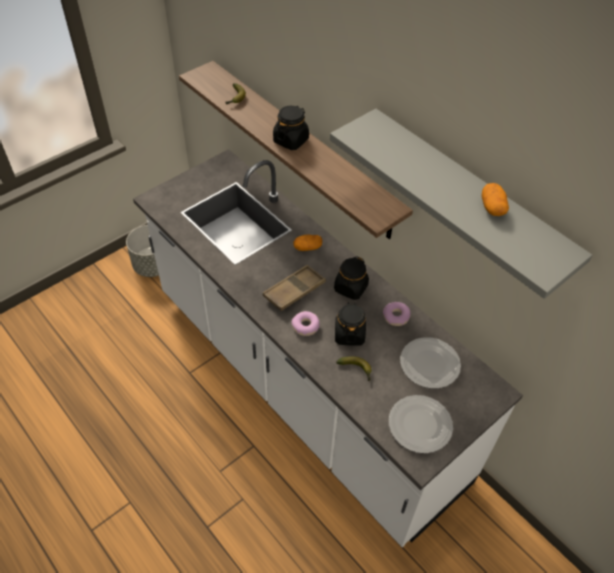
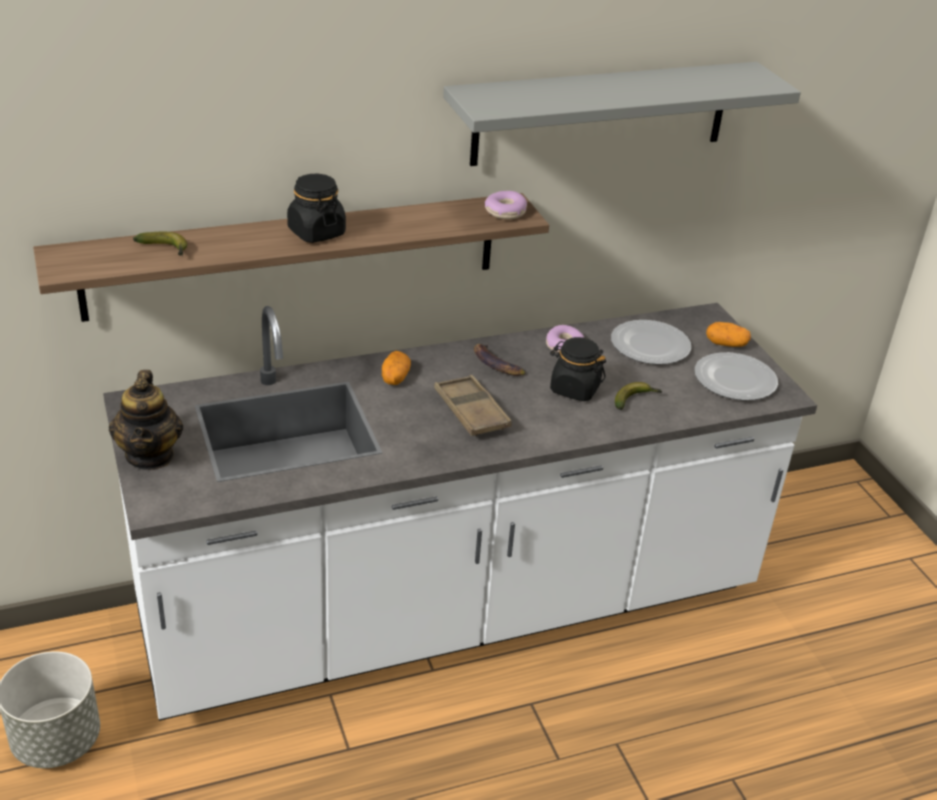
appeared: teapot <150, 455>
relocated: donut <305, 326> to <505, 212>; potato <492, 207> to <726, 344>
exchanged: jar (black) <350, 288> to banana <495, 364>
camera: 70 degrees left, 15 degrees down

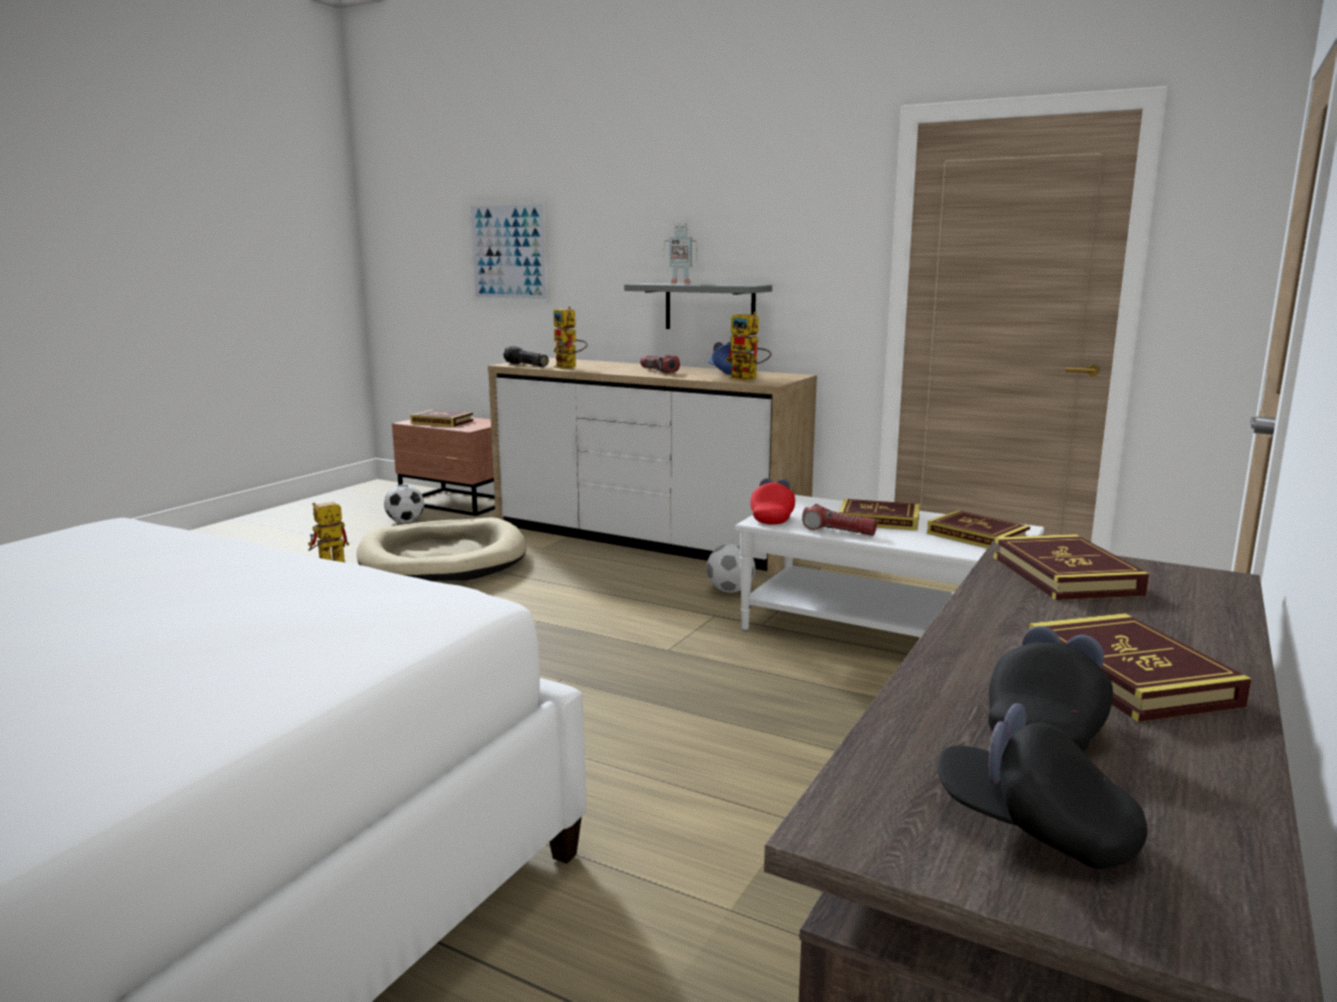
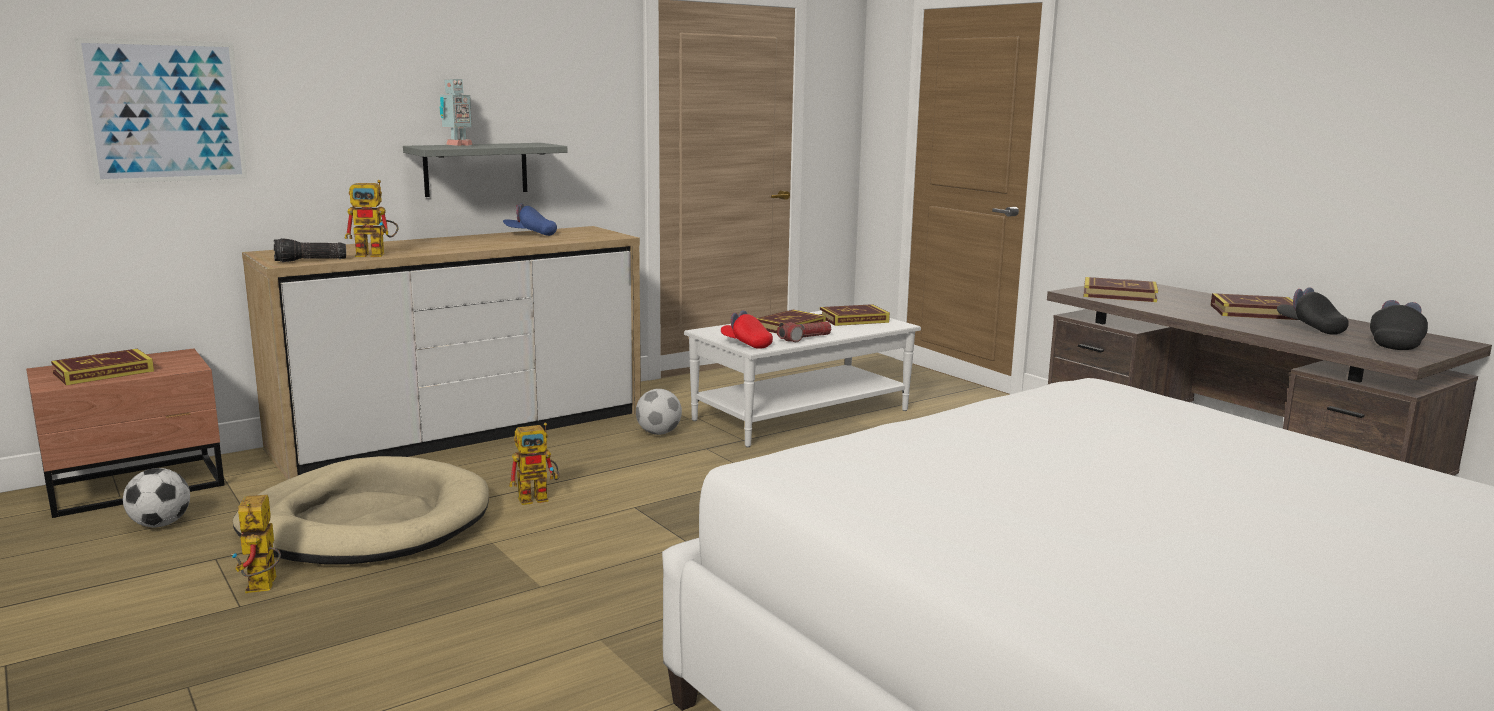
missing: flashlight <658, 371>
relocated: toy robot <749, 379> to <539, 497>
spun: cap (black) <1034, 828> = <1395, 343> 150 degrees clockwise
camera: 65 degrees left, 0 degrees up

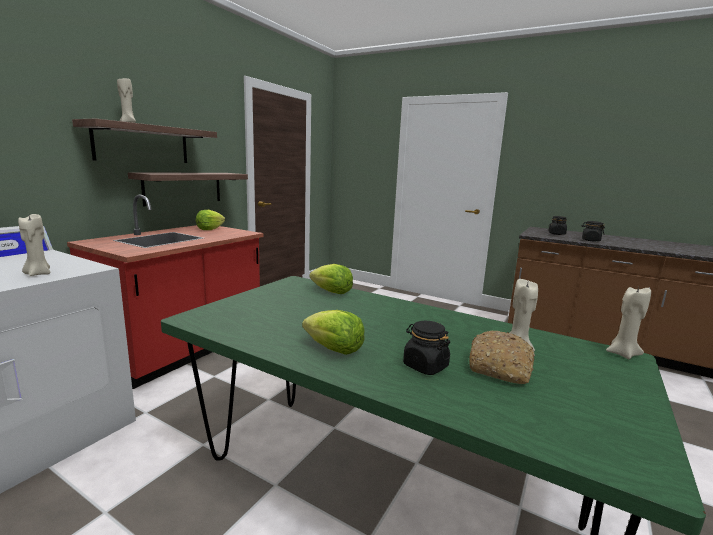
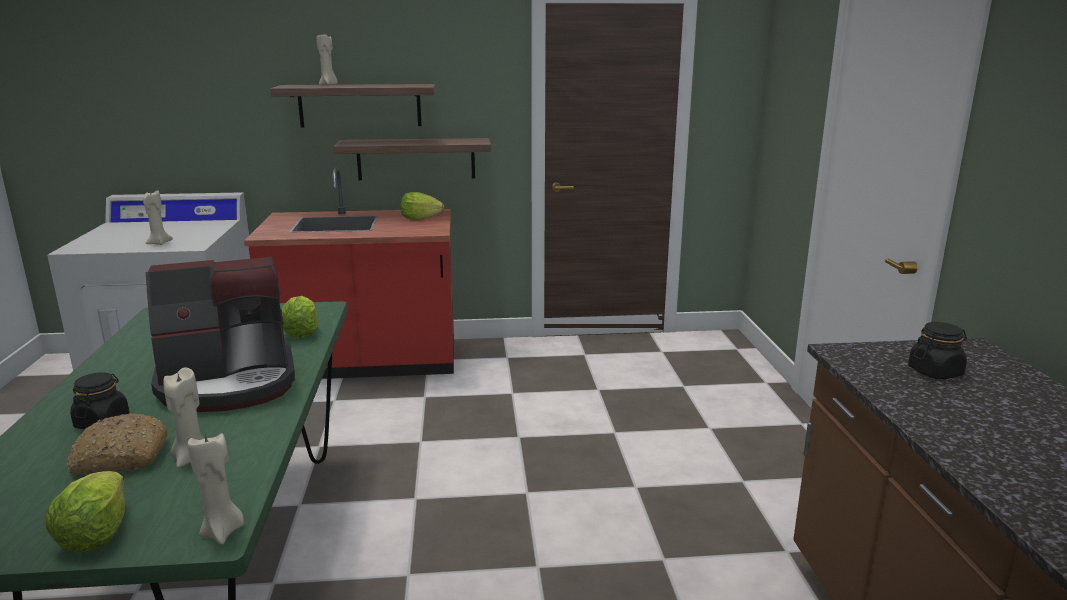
missing: jar (black) <590, 240>
appeared: coffee machine <229, 383>
relocated: lettuce <333, 349> to <96, 533>
camera: 55 degrees right, 5 degrees up

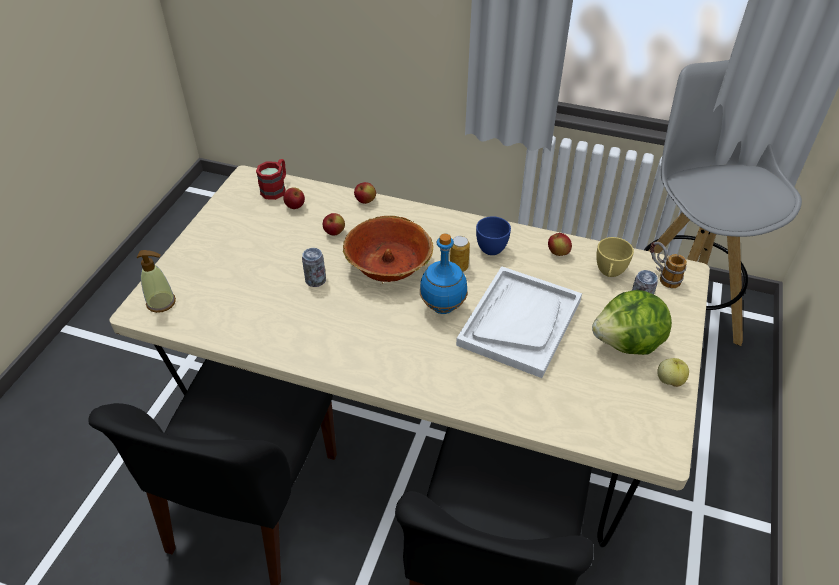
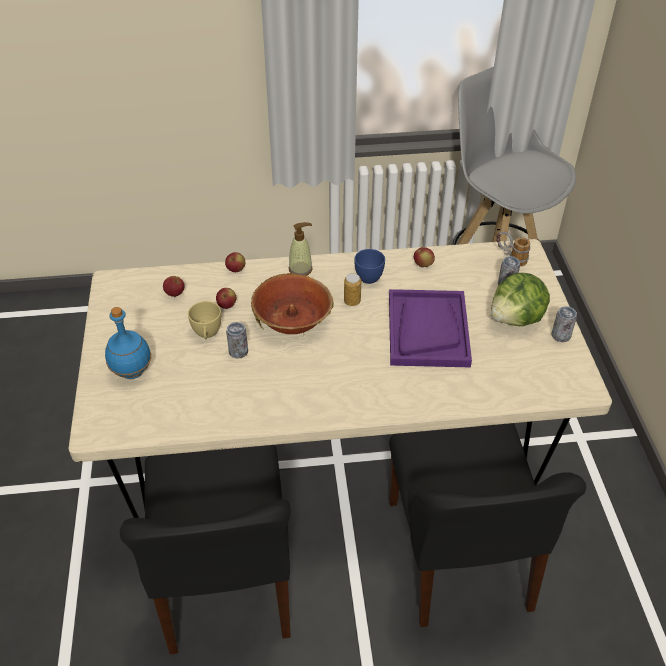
missing: mug (red) <276, 188>
relocated: soap dispenser <161, 302> to <300, 269>; bottle (blue) <442, 307> to <131, 372>; cup (yellow) <609, 273> to <207, 334>
exchanged: apple <669, 380> to can <560, 336>
colour: tray (white) <519, 322> to tray (purple) <427, 330>
camera: 25 degrees left, 0 degrees up

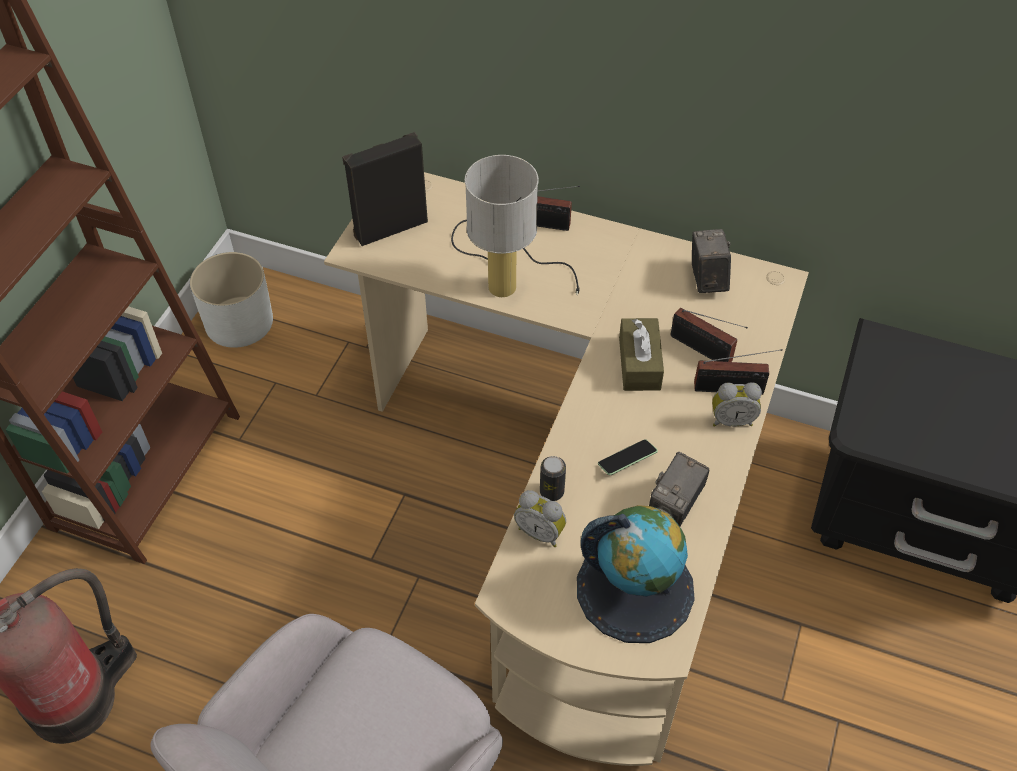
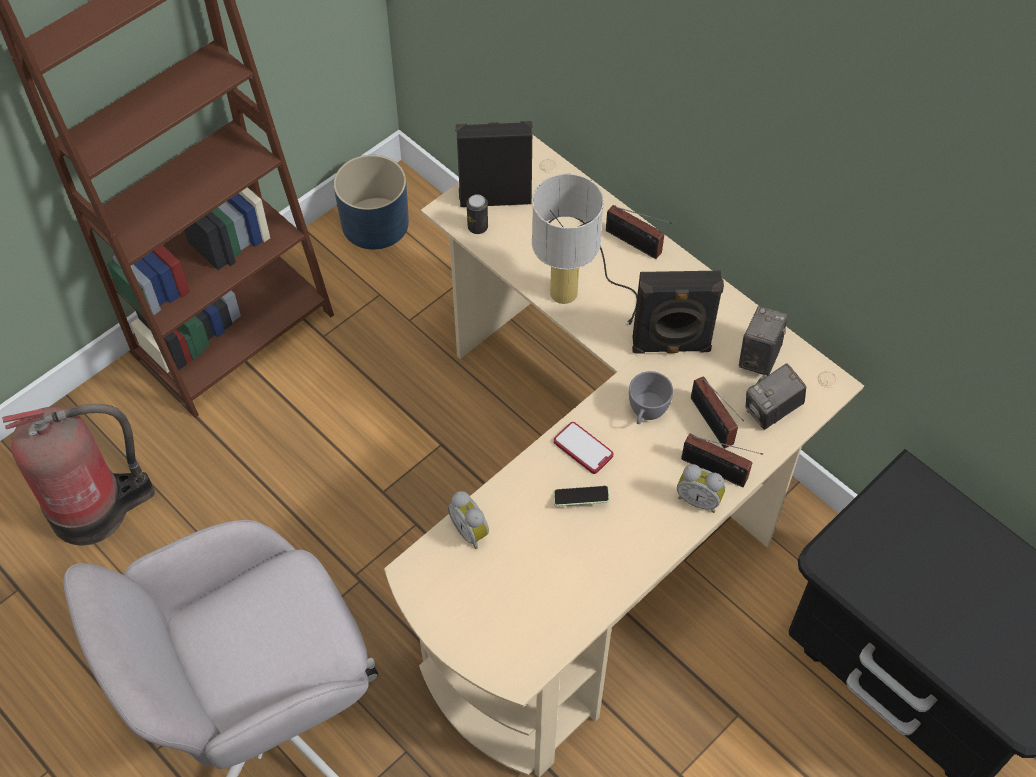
missing: globe <635, 588>
appeared: phone <583, 449>; speaker (black) <671, 347>
relocated: can <552, 491> to <477, 227>; photo camera <674, 507> to <771, 411>
exchanged: tissue box (brown) <639, 363> to cup (grey) <646, 413>
colour: planter (white) <239, 321> to planter (blue) <376, 223>
camera: 25 degrees right, 5 degrees up

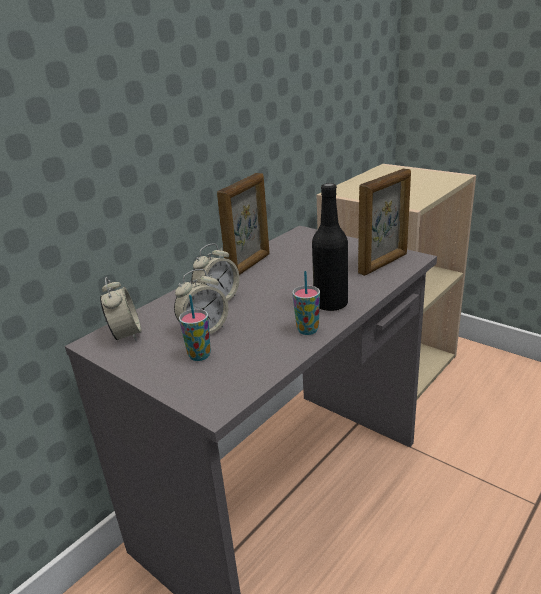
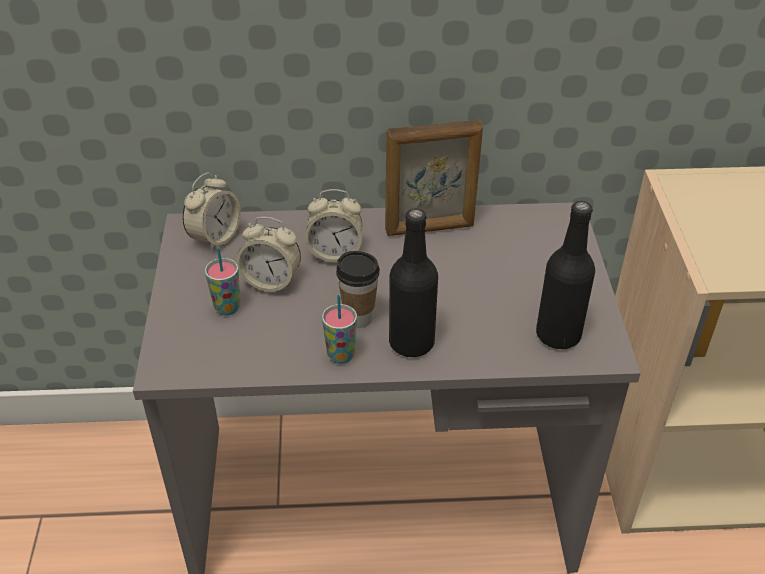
appeared: cup <358, 317>
exchanged: picture frame <384, 264> to bottle (black) <558, 335>
camera: 45 degrees right, 15 degrees up

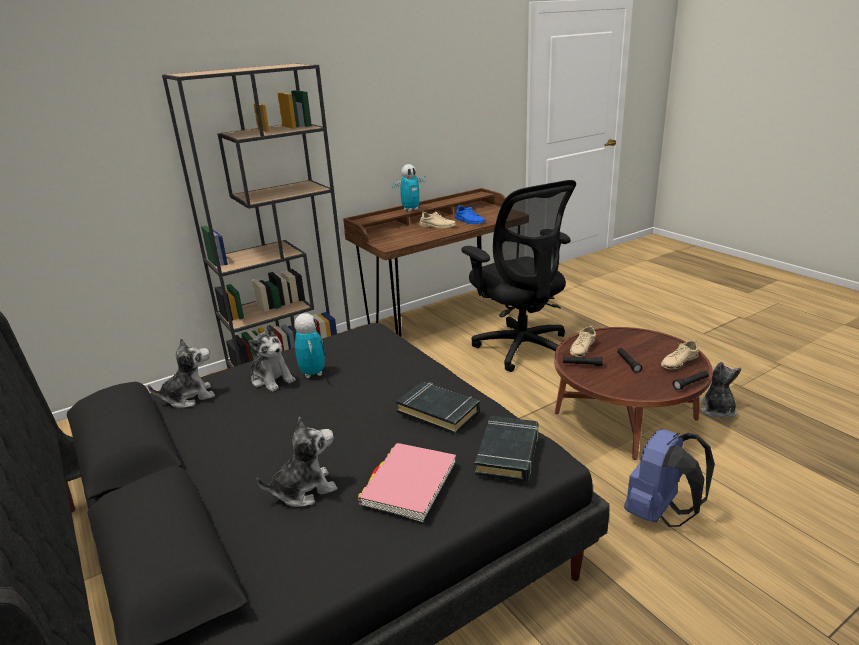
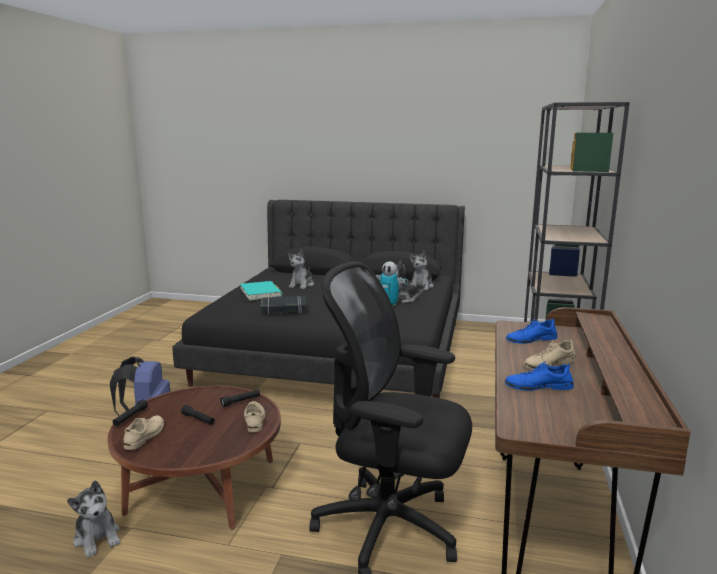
missing: toy robot <411, 209>; book (black) <508, 453>
appeared: shoe (blue) <531, 340>
colour: book (pink) <409, 484> to book (turquoise) <260, 293>
camera: 135 degrees right, 10 degrees down

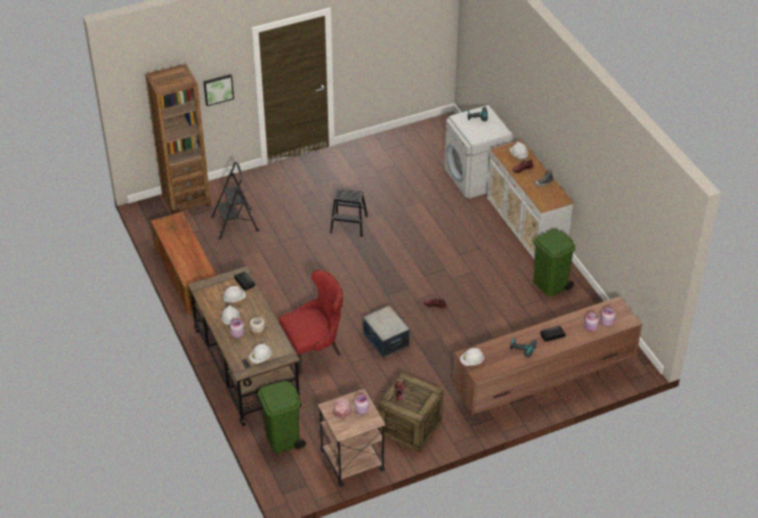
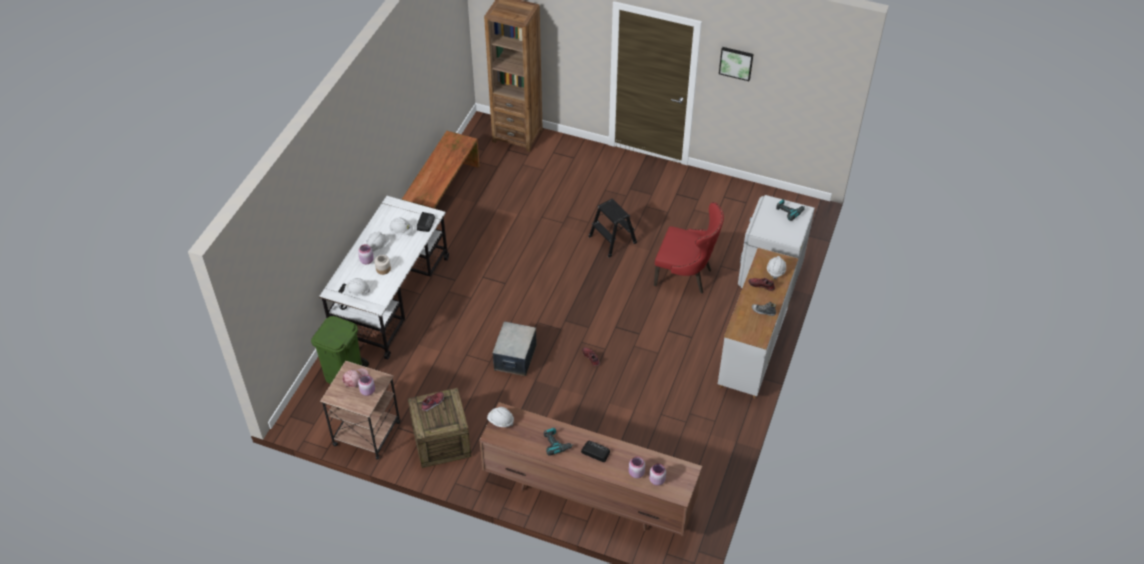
missing: step ladder (black) <236, 223>; trash can (green) <550, 284>
relocated: picture <218, 89> to <736, 63>; chair (red) <314, 351> to <685, 276>
colour: desk (brown) <246, 367> to desk (white) <391, 298>
camera: 45 degrees right, 5 degrees up

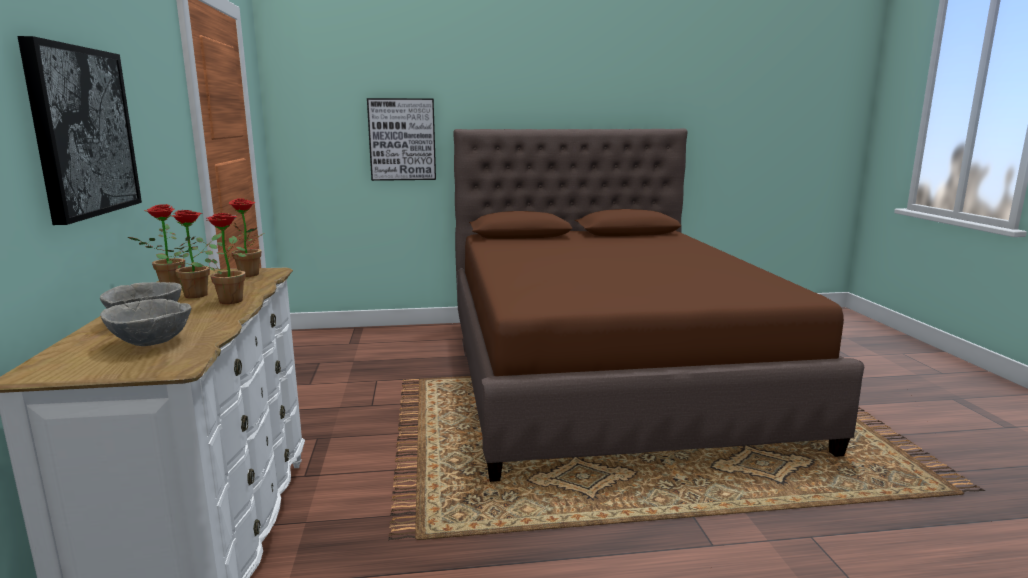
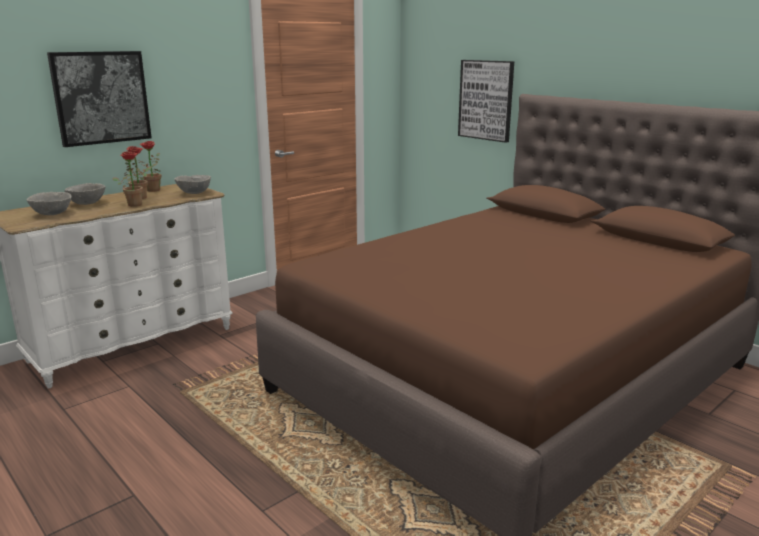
exchanged: potted plant <251, 275> to bowl (grey) <194, 193>
camera: 55 degrees right, 5 degrees up

